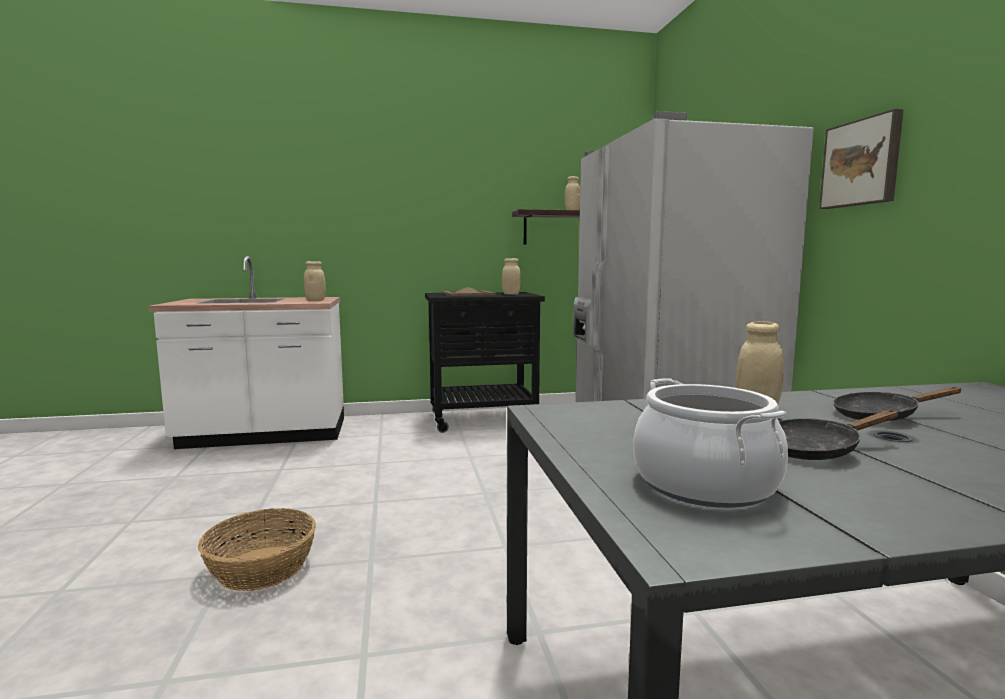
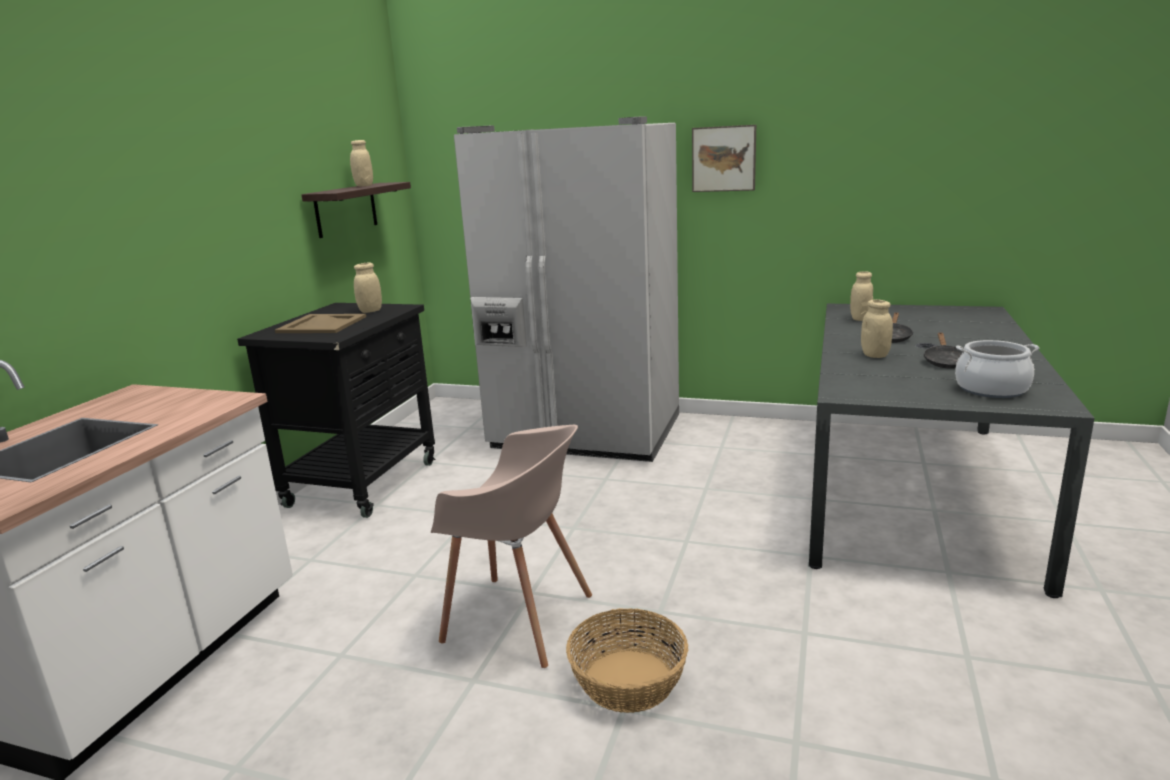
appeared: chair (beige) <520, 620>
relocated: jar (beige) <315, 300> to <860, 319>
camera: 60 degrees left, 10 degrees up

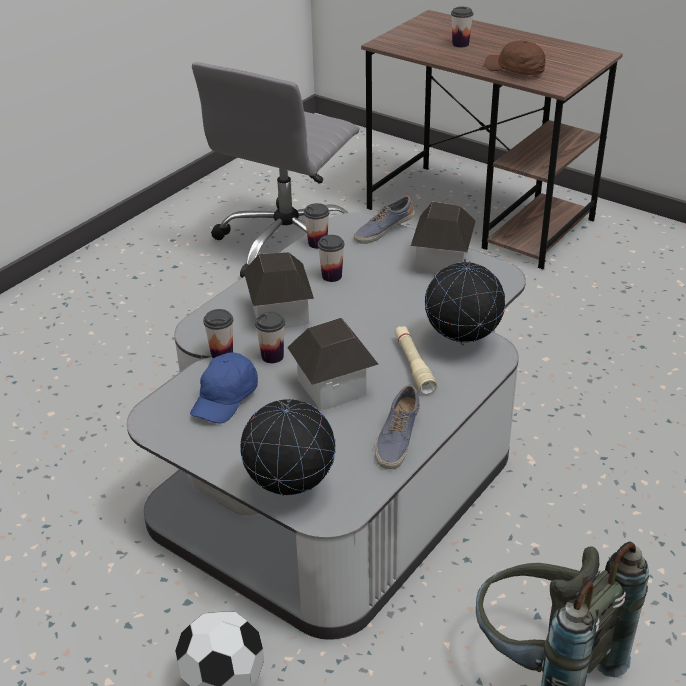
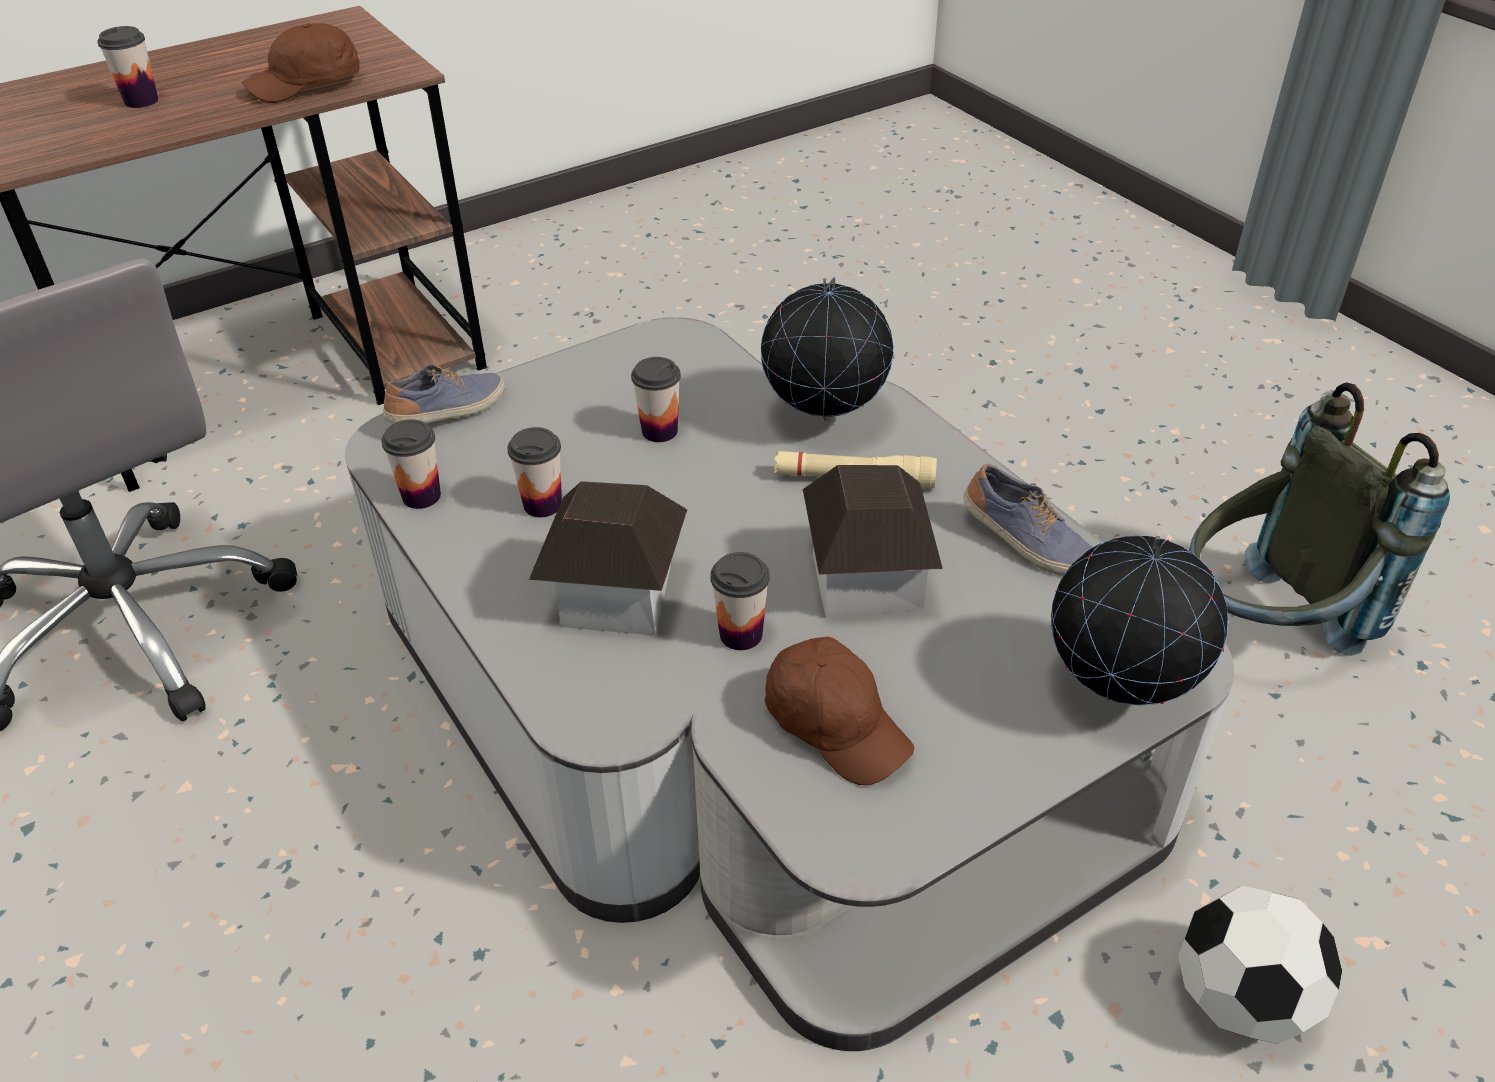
missing: toy house <442, 262>
relocated: cup <222, 353> to <659, 431>
colour: cap (blue) <226, 398> to cap (brown) <836, 725>
spun: shoe <383, 231> = <449, 413> 120 degrees counterclockwise
camera: 70 degrees left, 5 degrees up

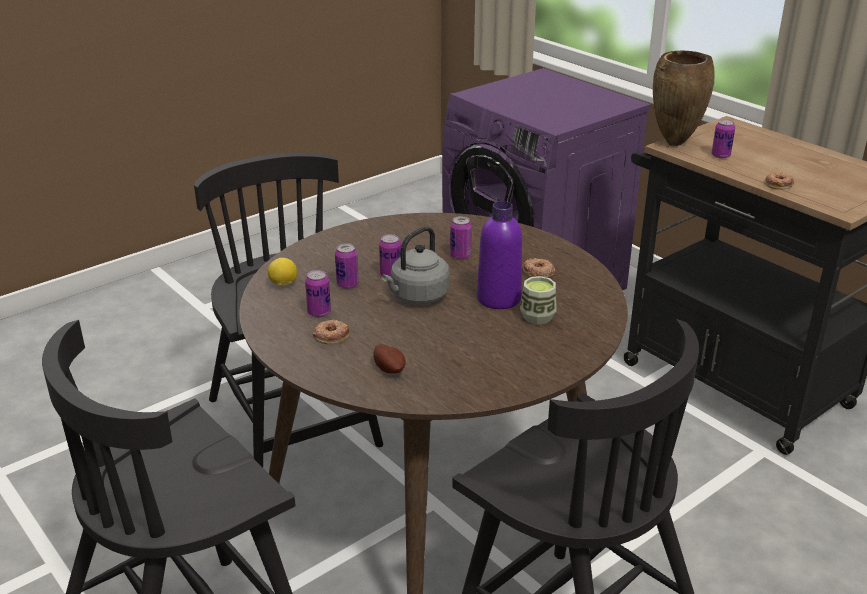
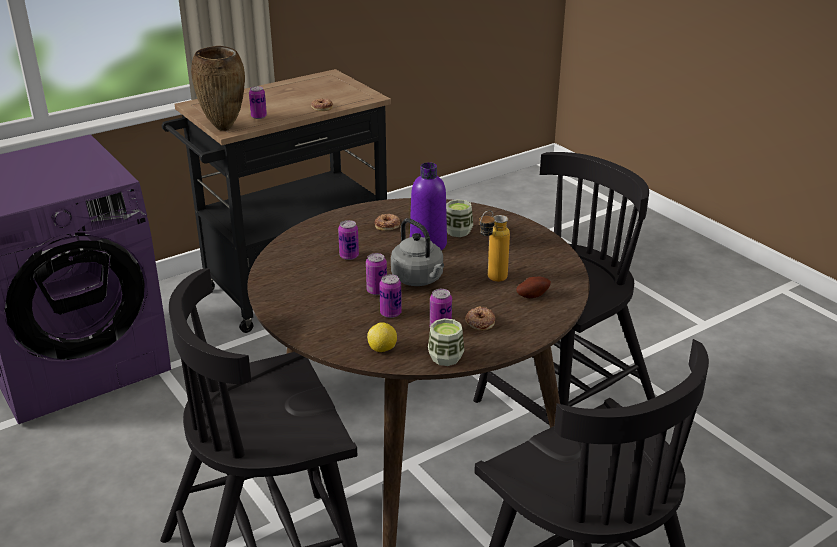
appeared: cup <445, 357>; bottle <491, 280>
camera: 85 degrees left, 0 degrees up

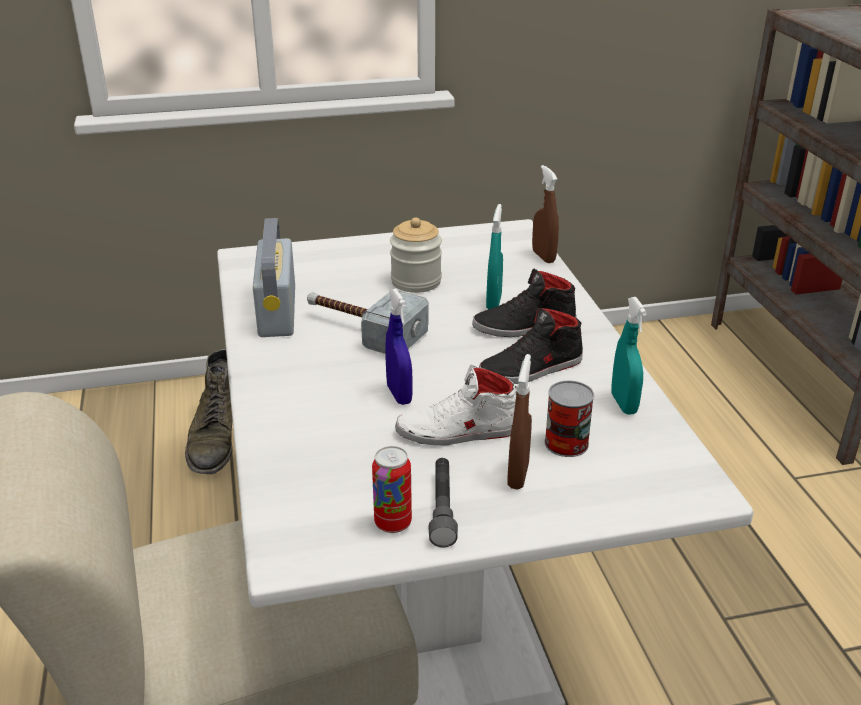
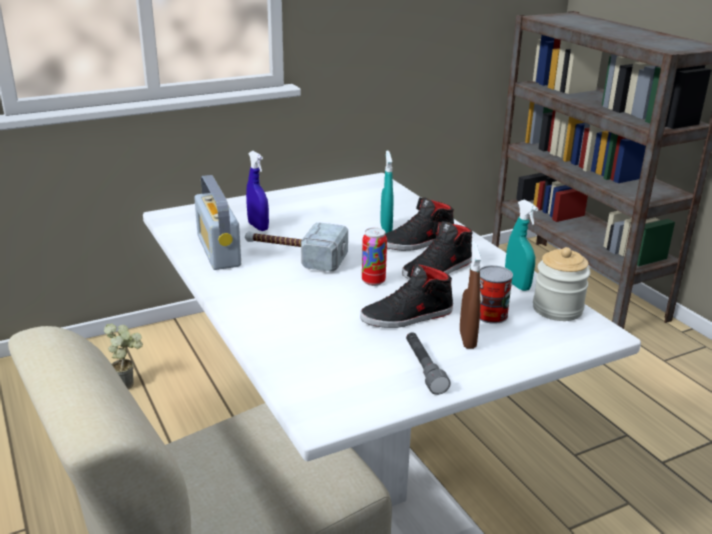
missing: spray bottle (brown) <543, 256>
relocated: can <393, 523> to <373, 281>; spray bottle (blue) <399, 395> to <258, 227>; jar <416, 281> to <557, 309>
exchanged: boot (green) <215, 439> to potted plant <129, 383>
colour: shoe (white) <458, 431> to shoe (black) <407, 316>
camera: 15 degrees left, 5 degrees down

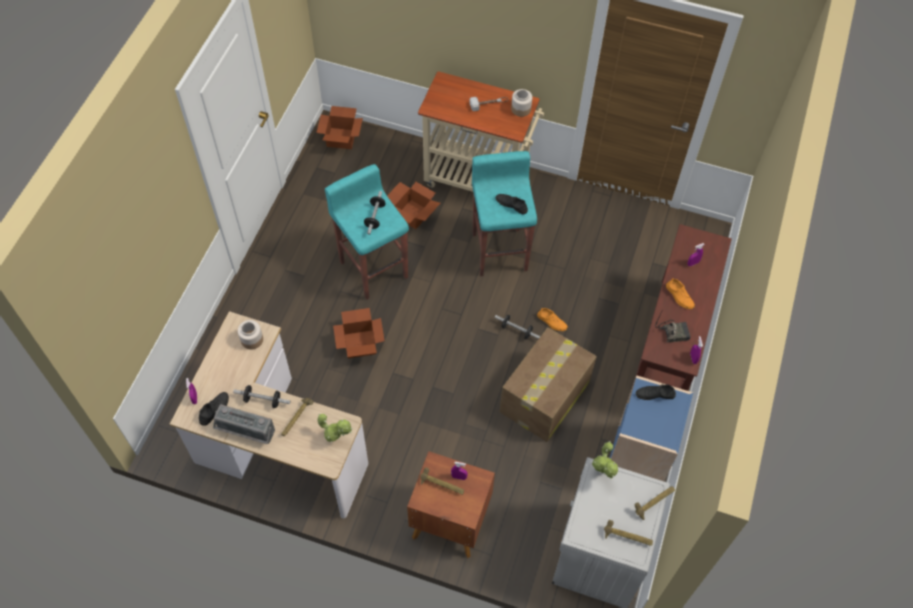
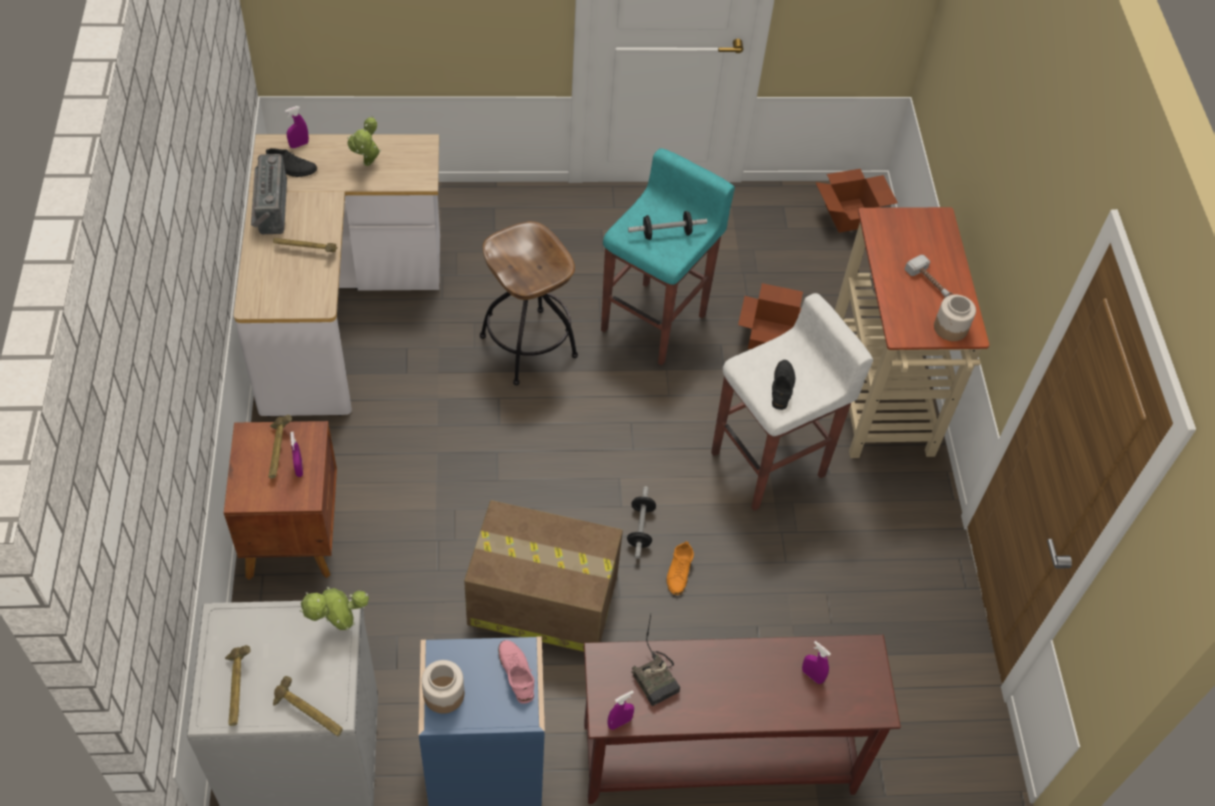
missing: dumbbell <263, 400>; shoe (orange) <679, 296>
relocated: jar <251, 340> to <443, 694>; potted plant <336, 438> to <367, 165>
exchanged: cardboard box <360, 343> to stool (brown) <528, 346>
colour: stool (turquoise) <500, 250> to stool (white) <770, 464>; shoe (black) <655, 394> to shoe (pink) <516, 673>
camera: 65 degrees right, 5 degrees down

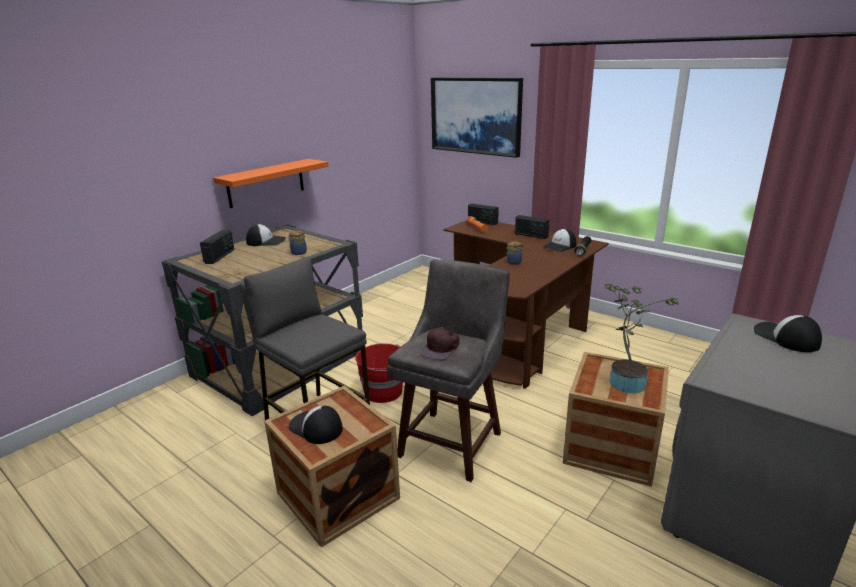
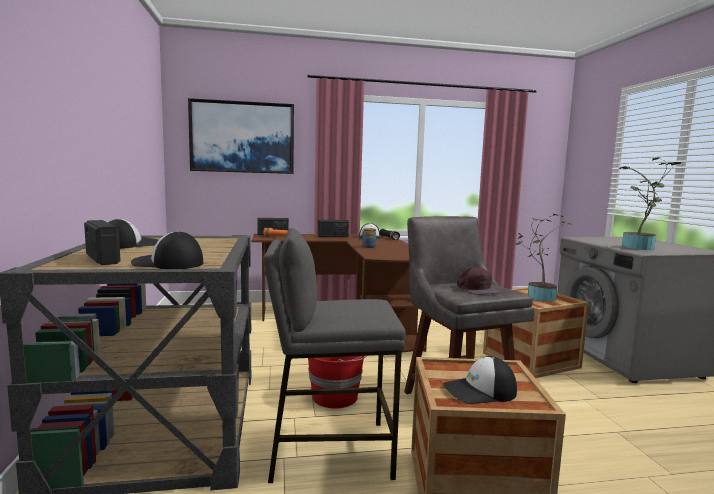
missing: shelf (orange) <266, 183>; jar <298, 253>
appeared: potted plant <639, 248>
relocated: cap <785, 338> to <167, 263>
camera: 50 degrees left, 15 degrees down

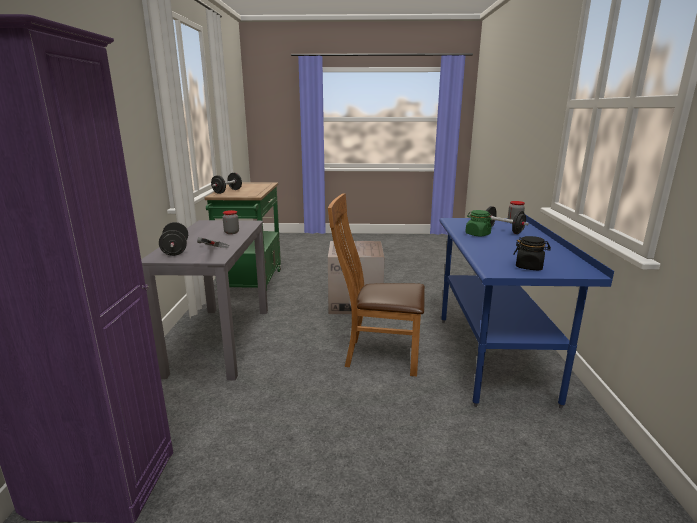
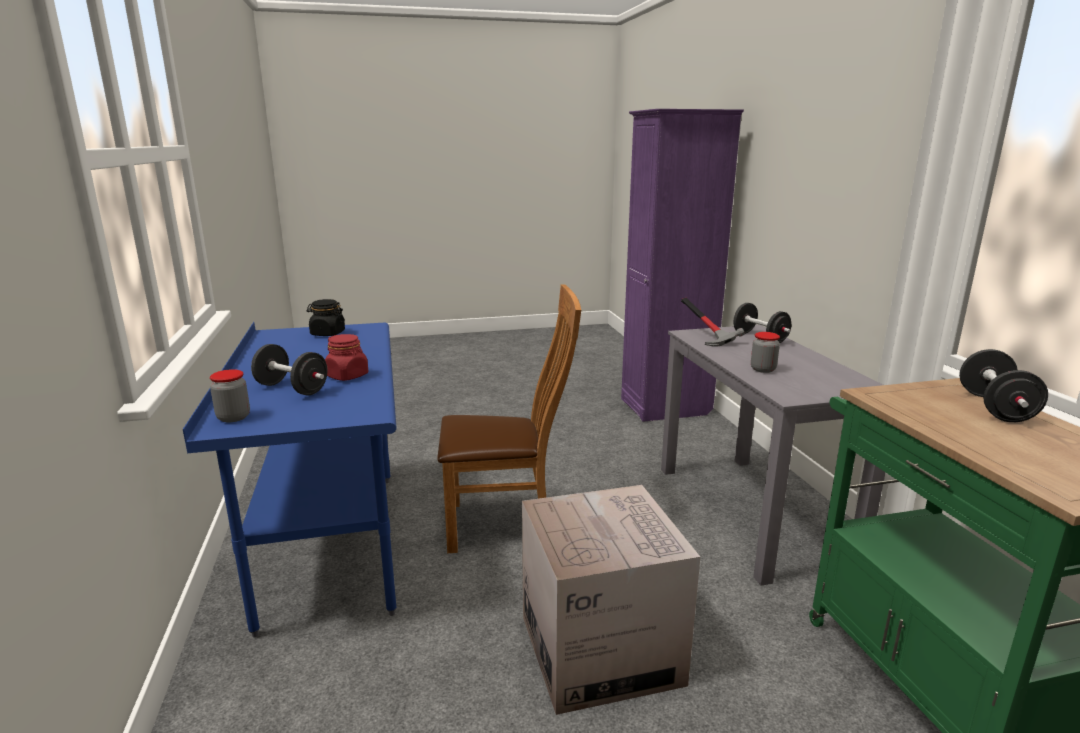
colour: jar (green) <477, 234> to jar (red) <347, 376>
camera: 165 degrees right, 0 degrees up

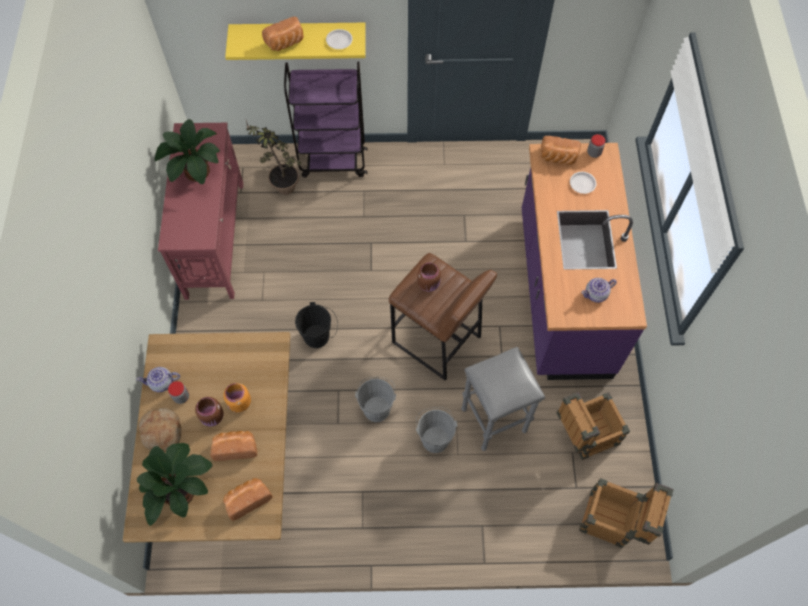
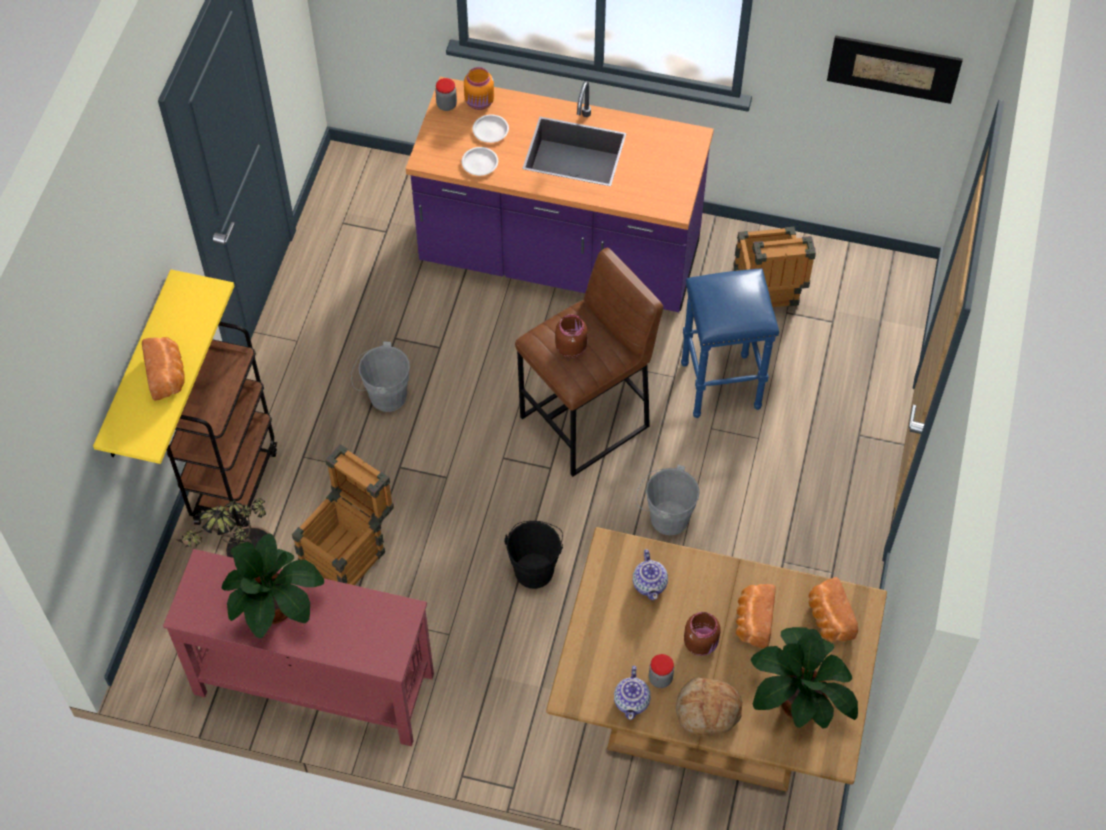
missing: bread <558, 158>
appeared: picture <893, 68>
relocated: jar (orange) <239, 403> to <480, 102>; plate (white) <339, 41> to <480, 163>; bucket (grey) <434, 437> to <383, 396>; crate <614, 522> to <349, 550>; teapot <596, 294> to <650, 583>
colour: cart (purple) <334, 163> to cart (brown) <234, 486>; stool (grey) <495, 420> to stool (blue) <722, 383>
camera: 75 degrees left, 5 degrees down

